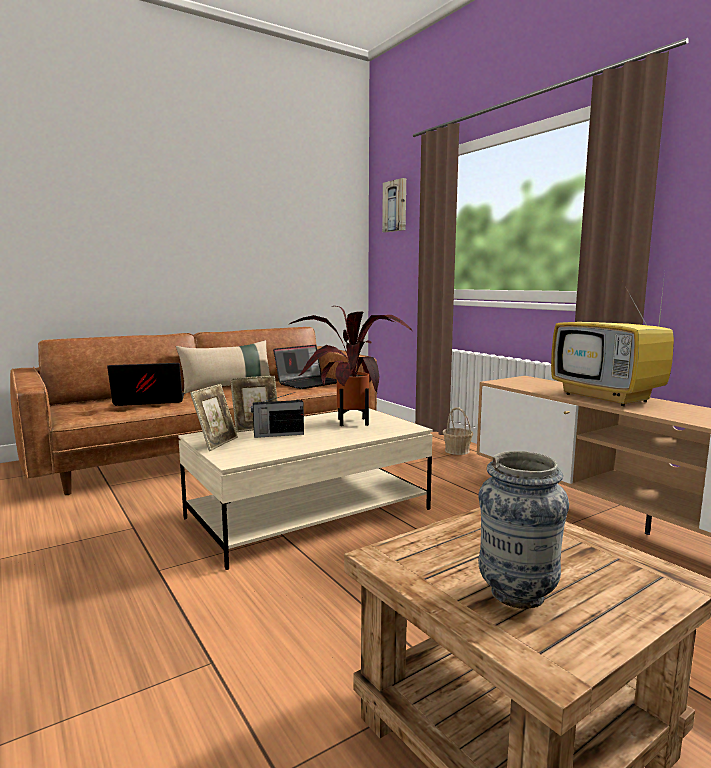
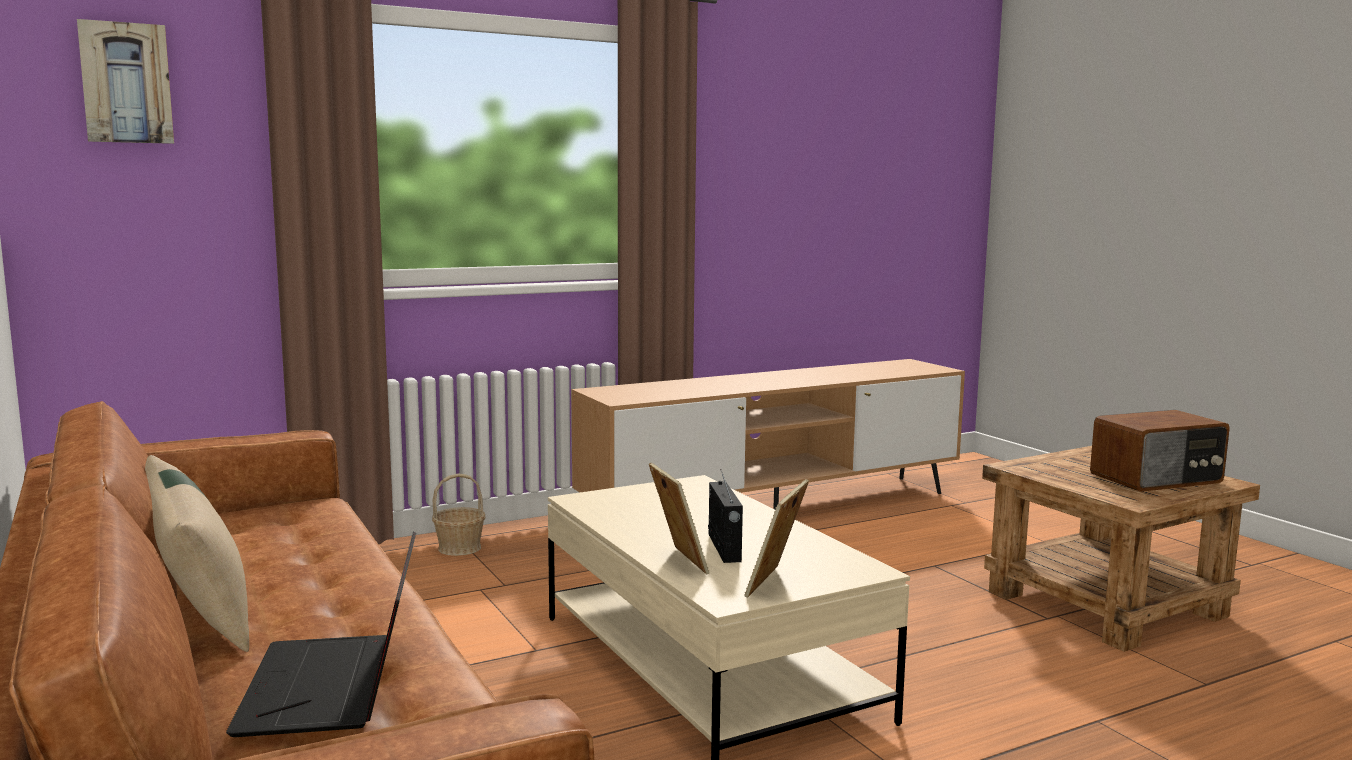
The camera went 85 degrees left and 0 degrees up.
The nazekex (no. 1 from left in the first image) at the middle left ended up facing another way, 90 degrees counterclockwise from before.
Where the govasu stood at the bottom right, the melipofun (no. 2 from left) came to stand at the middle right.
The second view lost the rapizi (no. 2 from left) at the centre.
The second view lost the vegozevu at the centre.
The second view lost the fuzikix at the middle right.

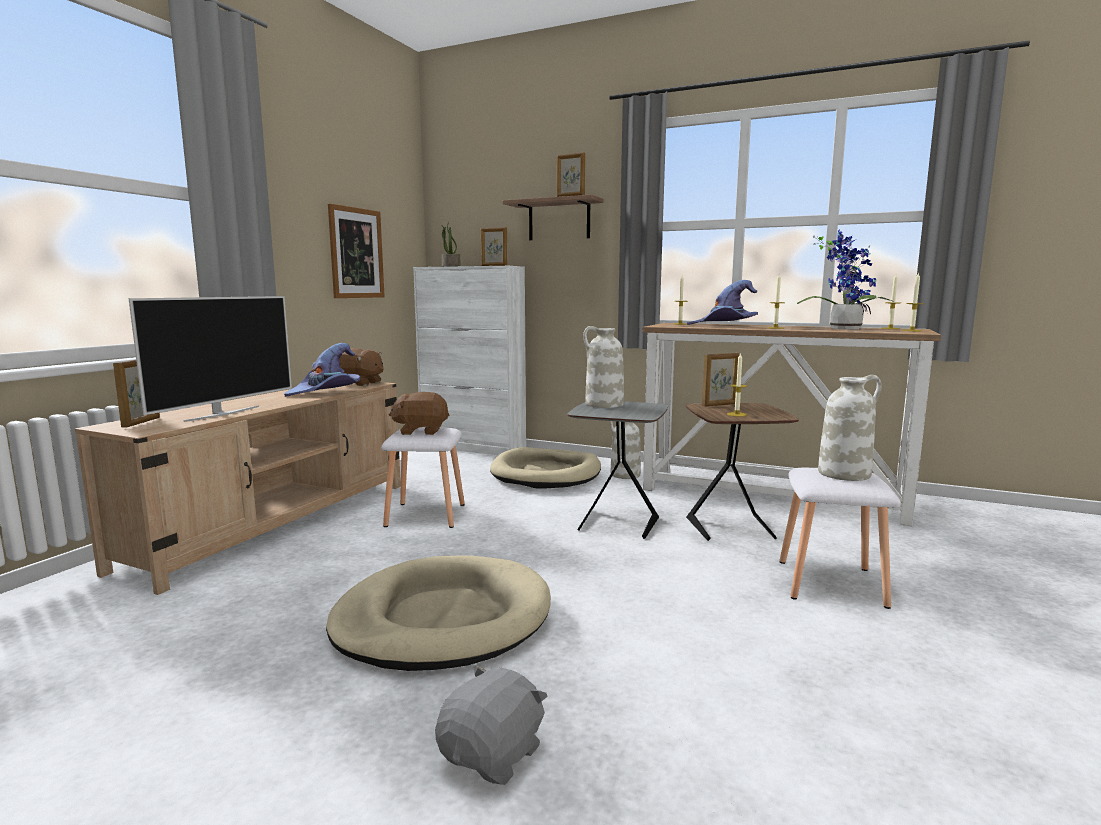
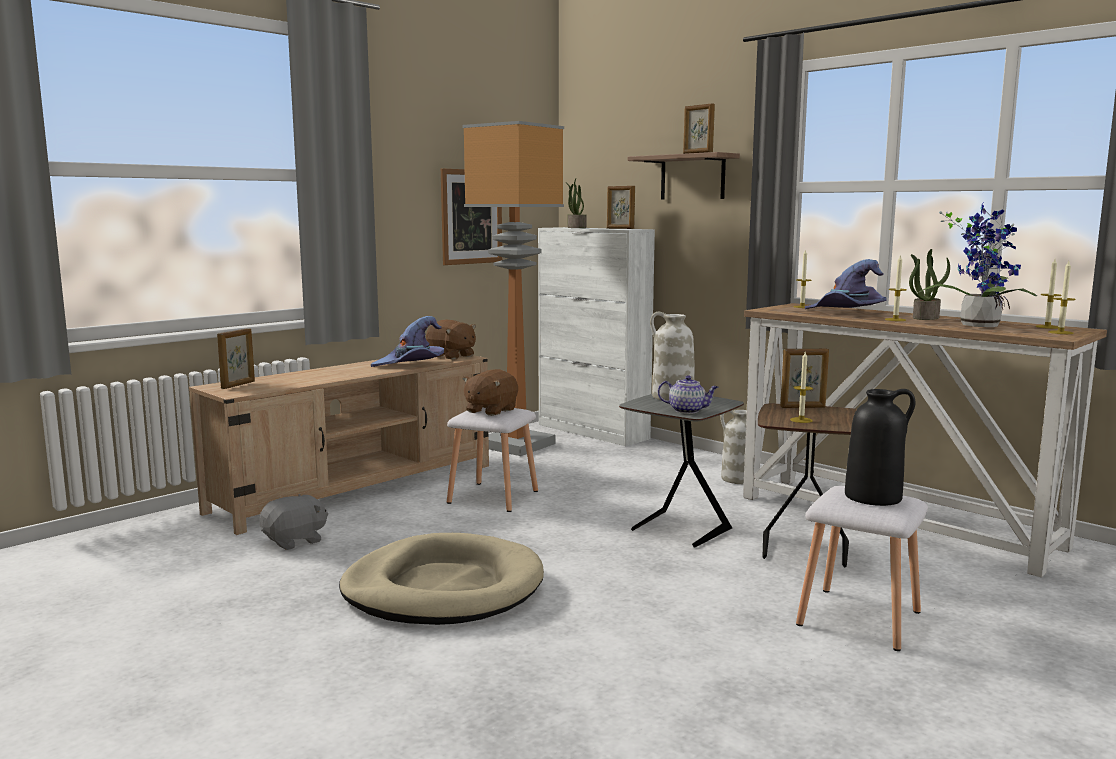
The camera went 20 degrees right and 0 degrees up.
The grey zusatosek ended up elsewhere, having gone from the bottom centre to the bottom left.
The second view gained the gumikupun at the centre.
The brown zusatosek (no. 2 from left) at the centre ended up facing another way, 75 degrees counterclockwise from before.
The second view gained the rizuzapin at the centre.
What was the white govasu (no. 3 from left) at the middle right turned into the black govasu at the middle right.
The second view gained the vegozevu (no. 2 from left) at the middle right.
The second view lost the fuzikix at the middle left.
The second view lost the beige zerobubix (no. 2 from left) at the centre.

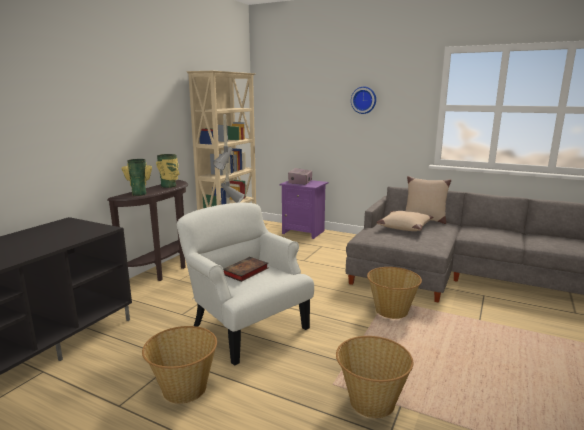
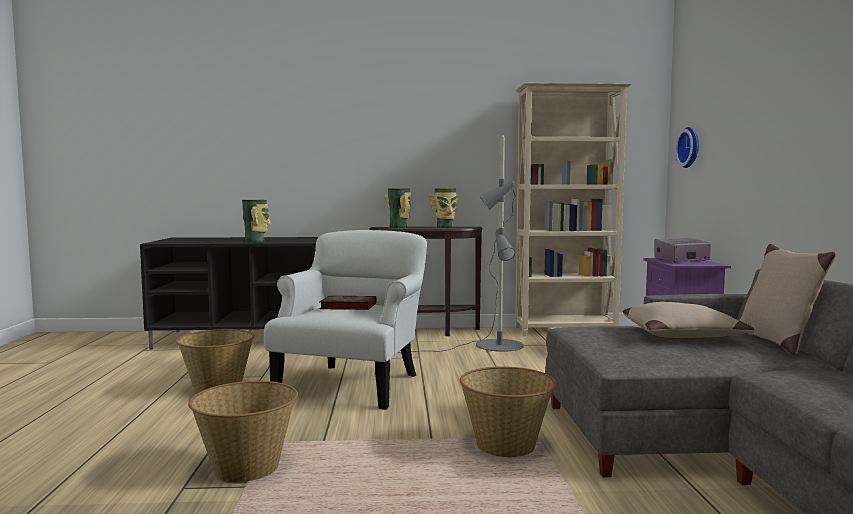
The camera went 60 degrees right and 10 degrees down.
The second view gained the govasu (no. 1 from left) at the middle left.
The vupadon ended up elsewhere, having gone from the top centre to the top right.

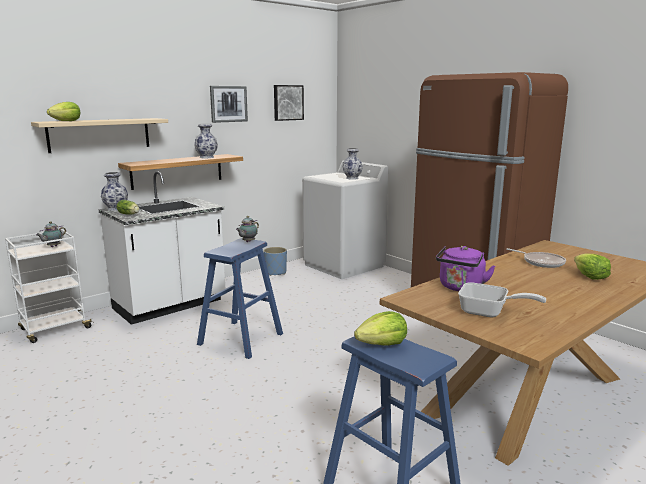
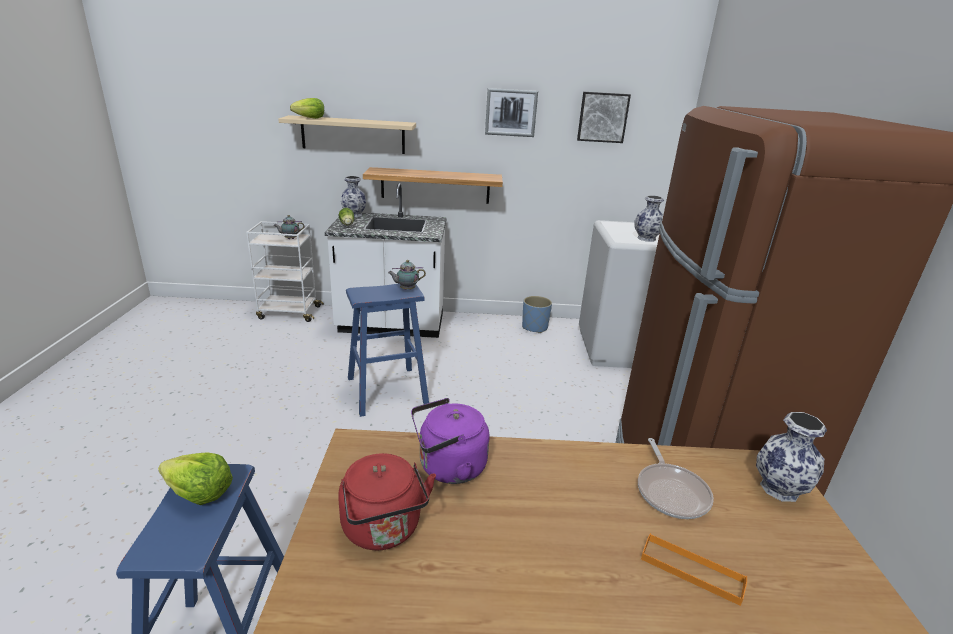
The camera went 40 degrees right and 10 degrees up.
Where the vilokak (no. 1 from left) stood at the middle right, the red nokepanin came to stand at the bottom centre.
Where the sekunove (no. 4 from left) stood at the middle right, the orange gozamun came to stand at the bottom right.
The govasu (no. 2 from left in the first image) ended up elsewhere, having gone from the top left to the bottom right.

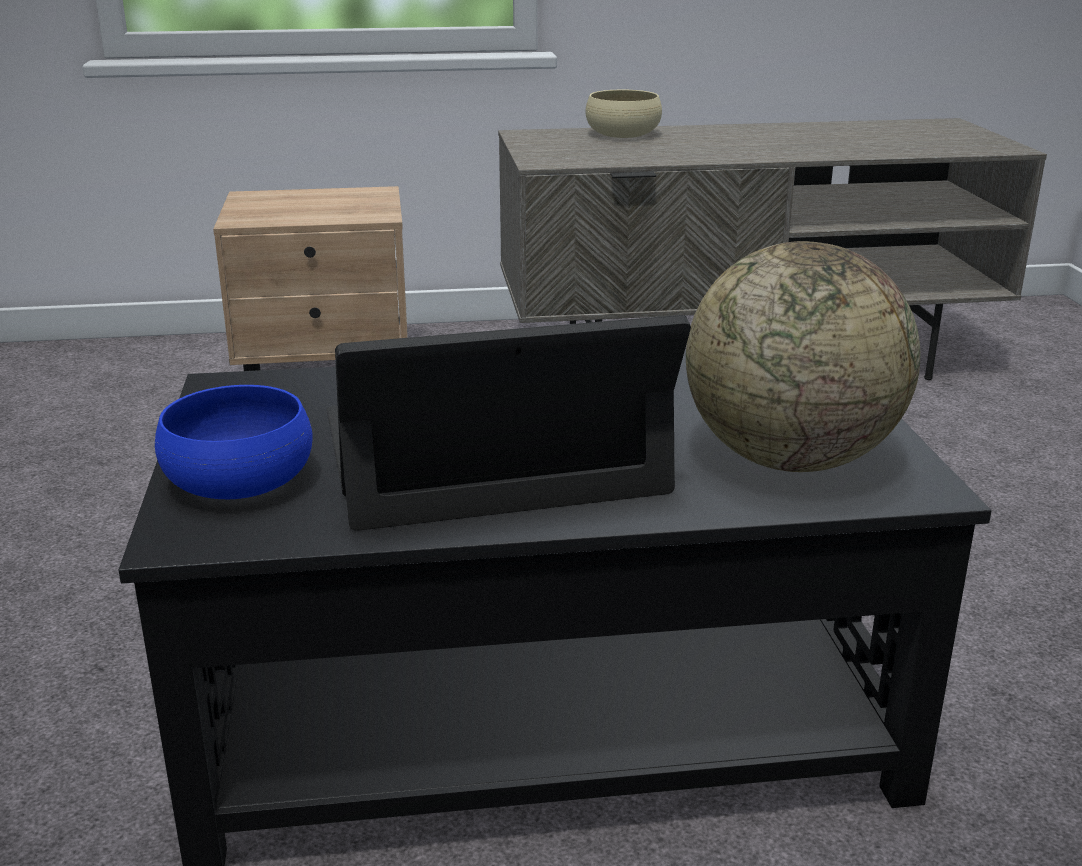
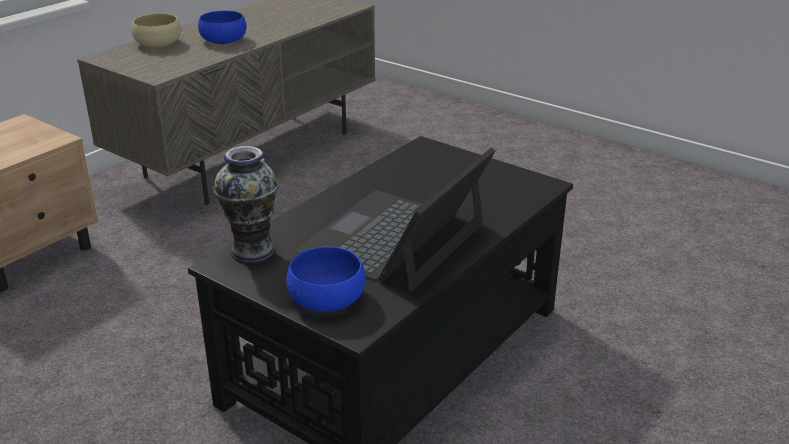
The camera went 45 degrees left and 5 degrees up.
The second view gained the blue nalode (no. 1 from left) at the top left.
The second view gained the govasu at the middle left.
The second view lost the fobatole at the middle right.

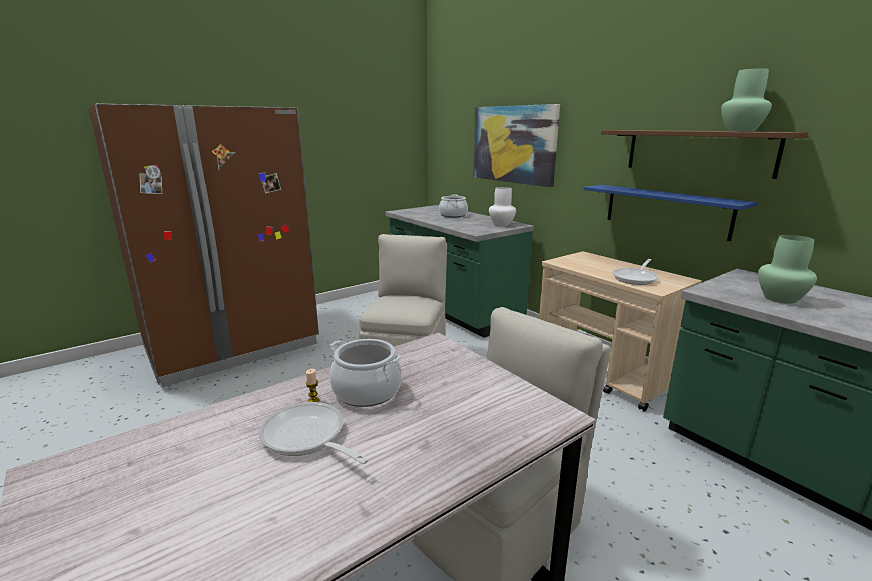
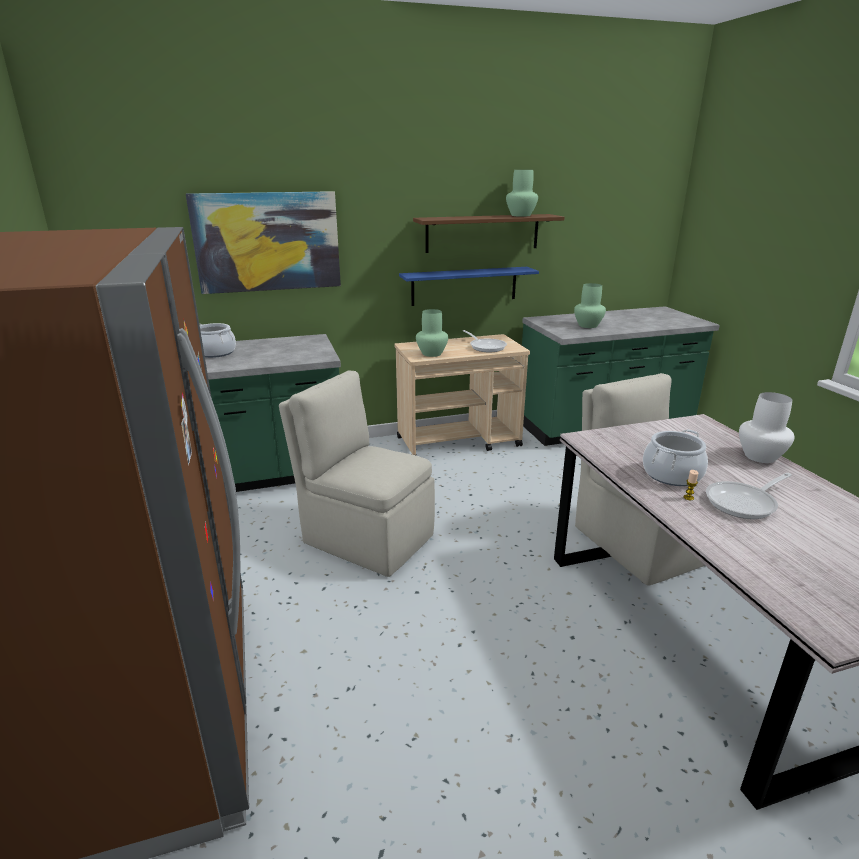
The camera went 70 degrees left and 5 degrees up.
The second view gained the green govasu (no. 1 from left) at the centre.
The white govasu ended up elsewhere, having gone from the centre to the middle right.

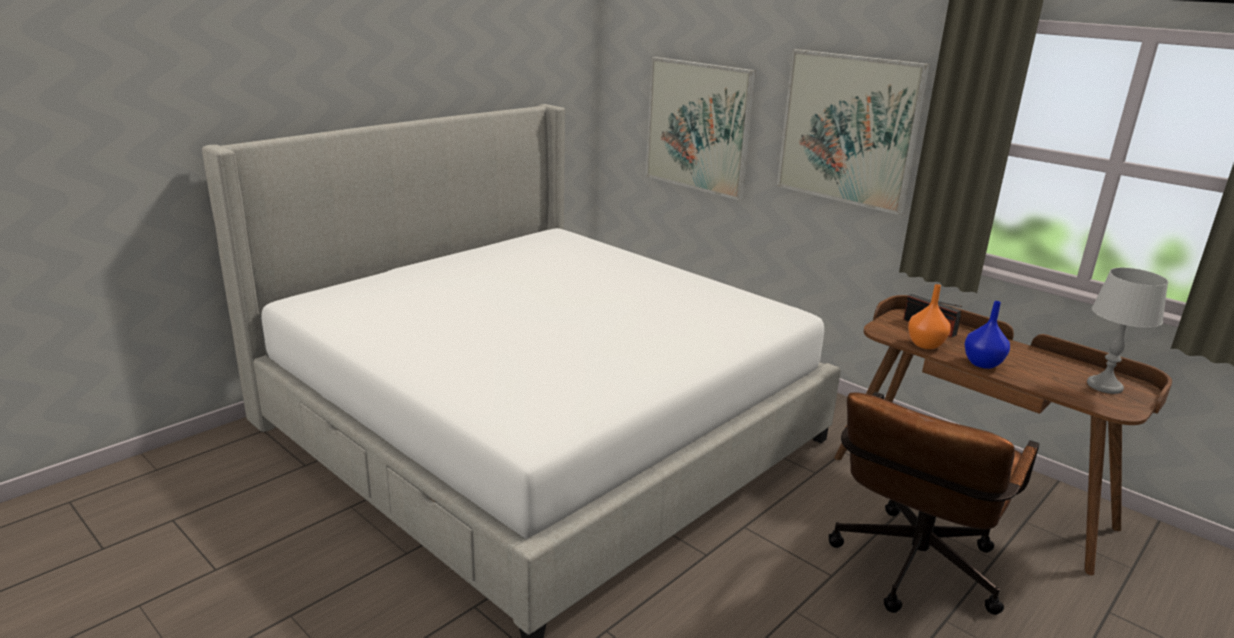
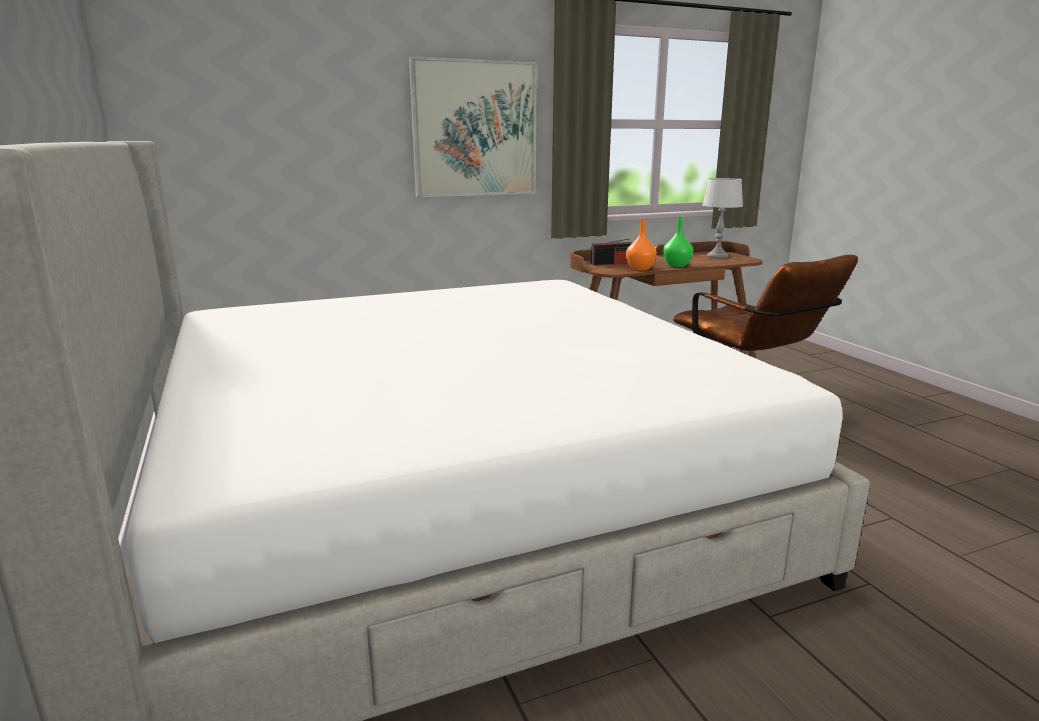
The camera went 65 degrees left and 5 degrees down.
What was the blue govasu at the middle right turned into the green govasu at the centre.
The second view lost the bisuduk (no. 1 from left) at the top centre.

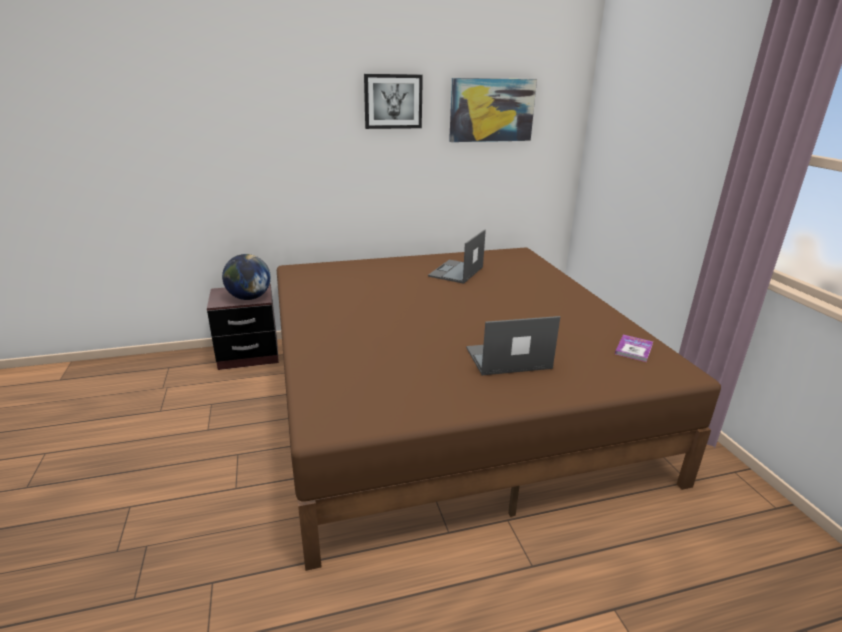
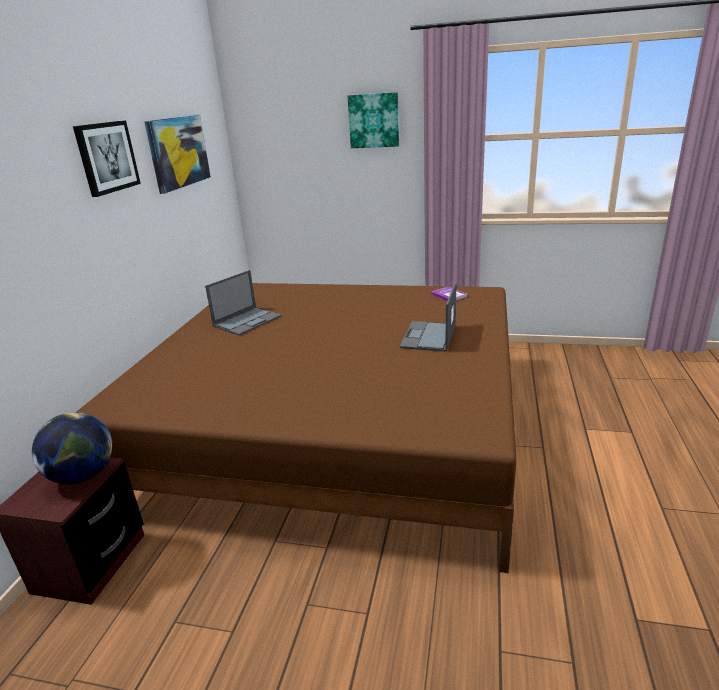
The camera went 60 degrees left and 0 degrees up.
The rapizi (no. 1 from left) at the centre ended up facing another way, 105 degrees counterclockwise from before.
The second view gained the bisuduk (no. 3 from left) at the top centre.

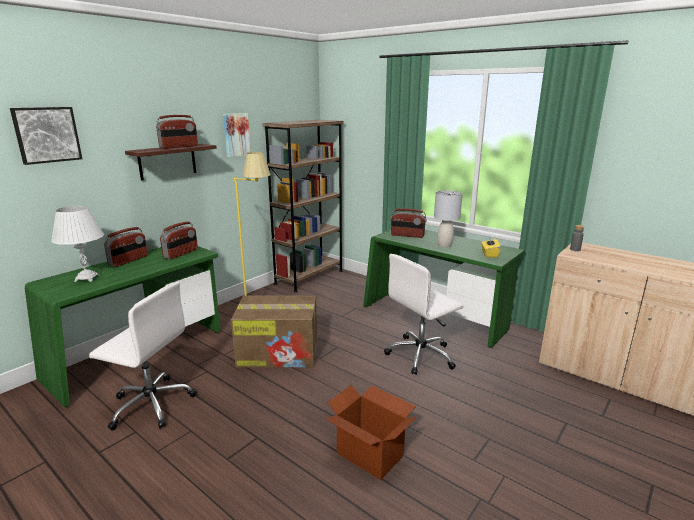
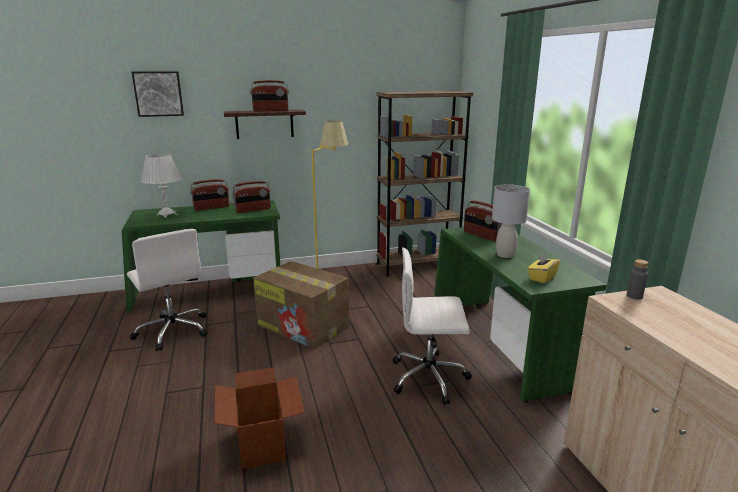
The camera went 35 degrees right and 0 degrees up.
The second view lost the bisuduk (no. 2 from left) at the top centre.

